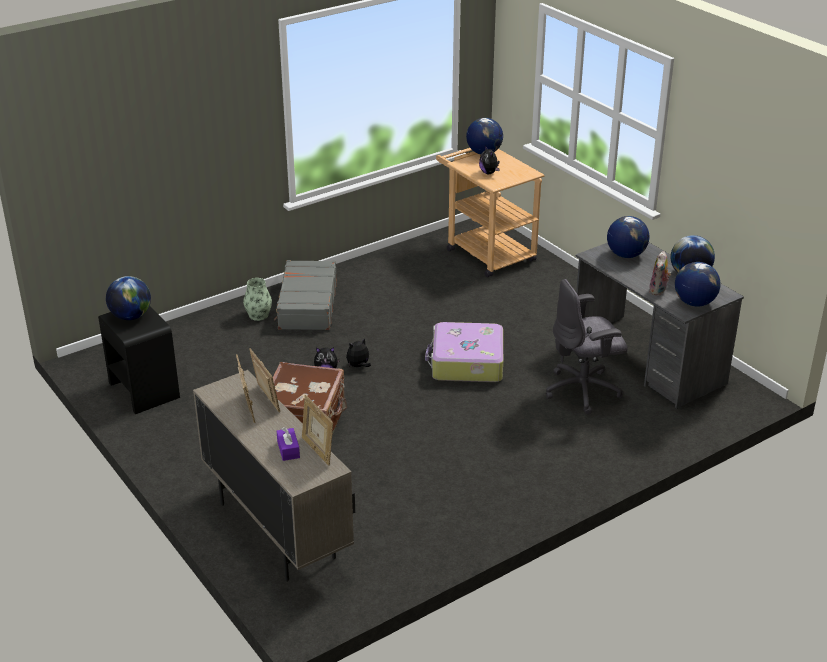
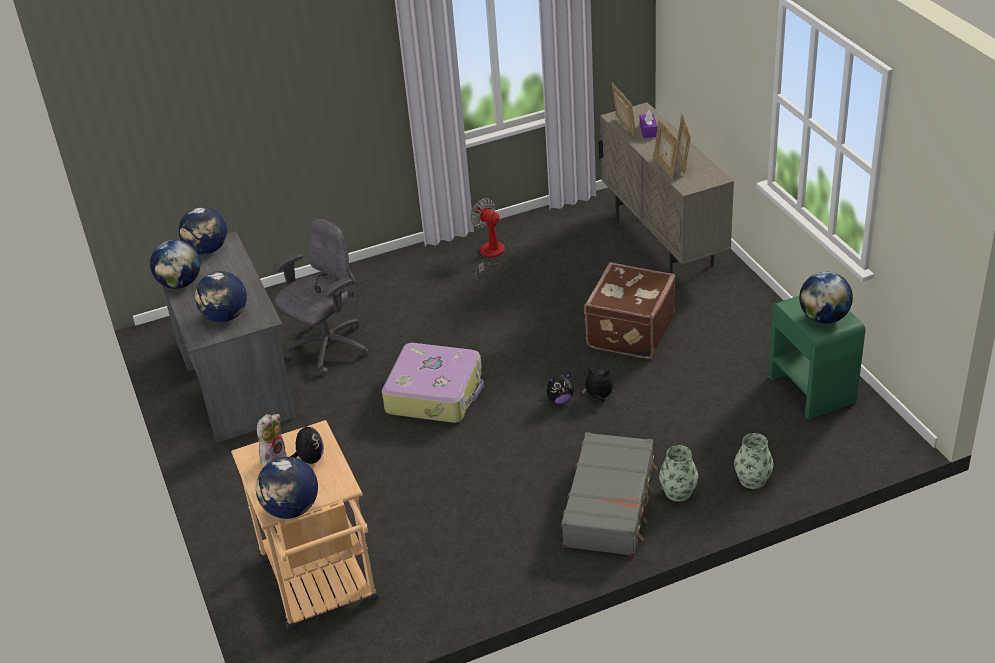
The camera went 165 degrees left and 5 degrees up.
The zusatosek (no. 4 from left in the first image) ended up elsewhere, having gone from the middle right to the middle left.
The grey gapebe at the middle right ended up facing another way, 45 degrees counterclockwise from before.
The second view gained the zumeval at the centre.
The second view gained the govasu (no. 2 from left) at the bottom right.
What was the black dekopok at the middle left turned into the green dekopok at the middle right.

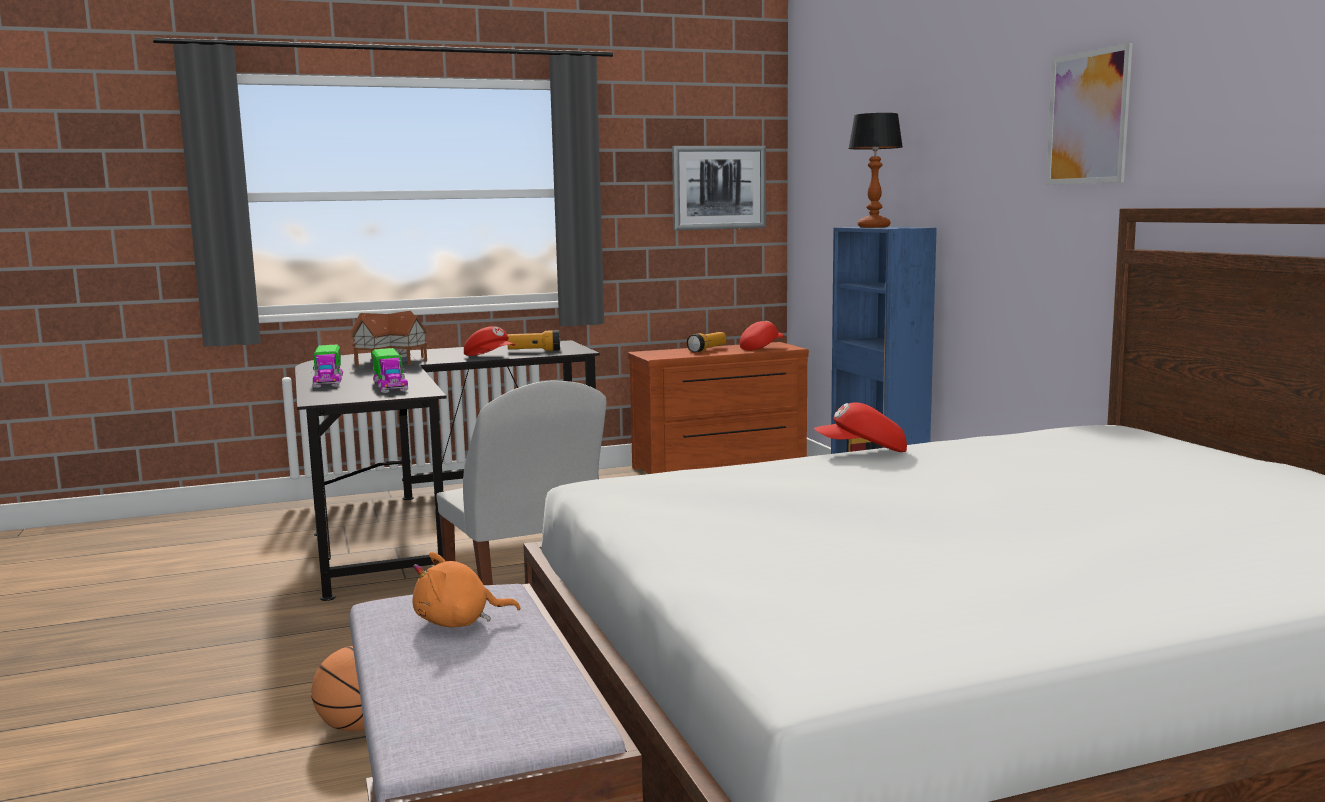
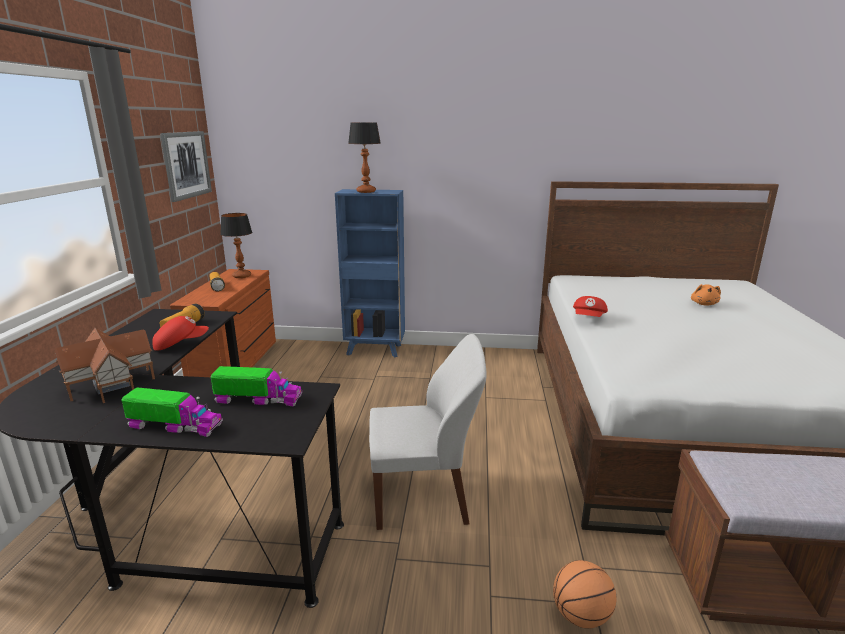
The camera went 65 degrees left and 10 degrees up.
Where the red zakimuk (no. 2 from left) stood at the centre, the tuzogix (no. 1 from left) came to stand at the middle left.
The orange zusatosek ended up elsewhere, having gone from the bottom centre to the middle right.
The second view lost the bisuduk (no. 2 from left) at the top right.

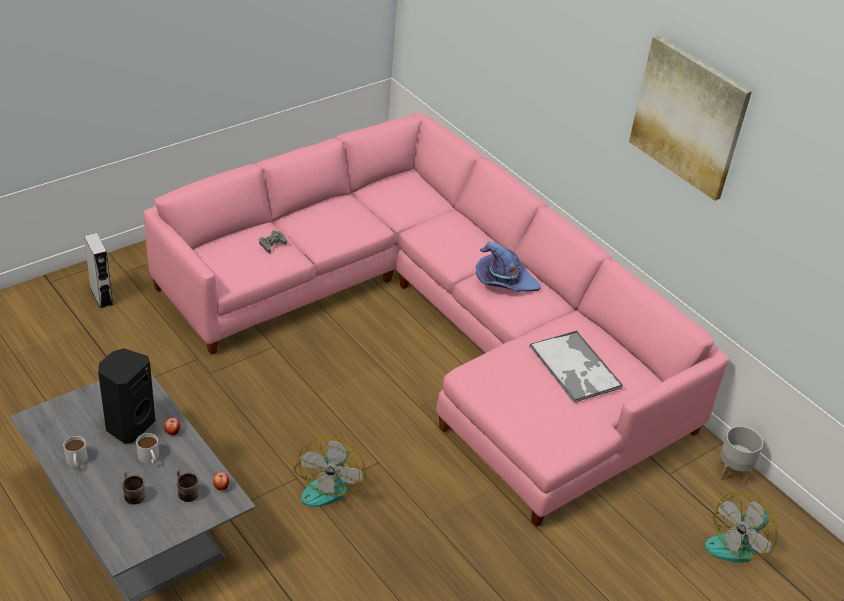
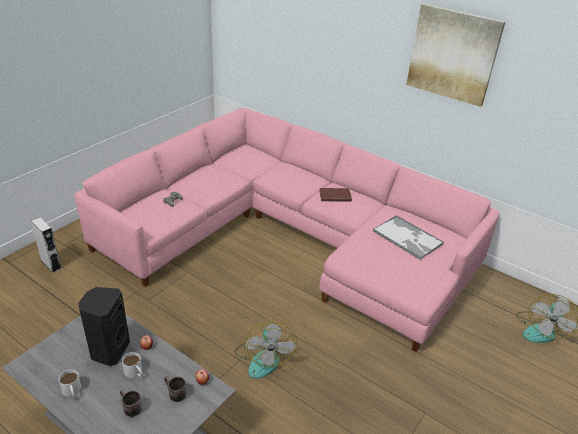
The camera went 15 degrees left and 5 degrees down.
Where the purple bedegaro stood at the centre, the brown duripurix came to stand at the centre.
The second view lost the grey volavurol at the bottom right.

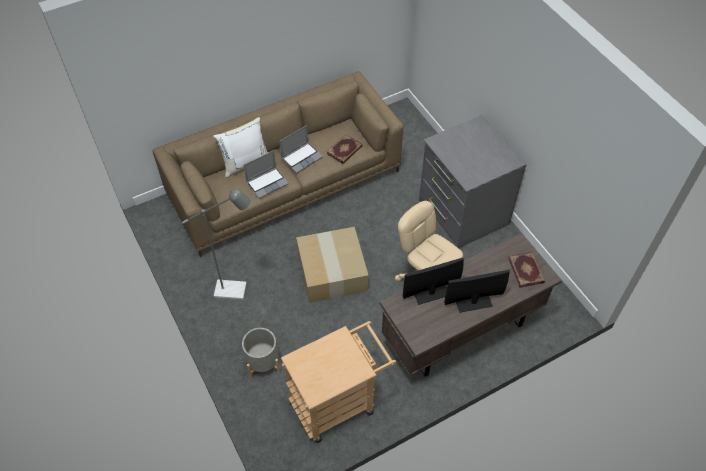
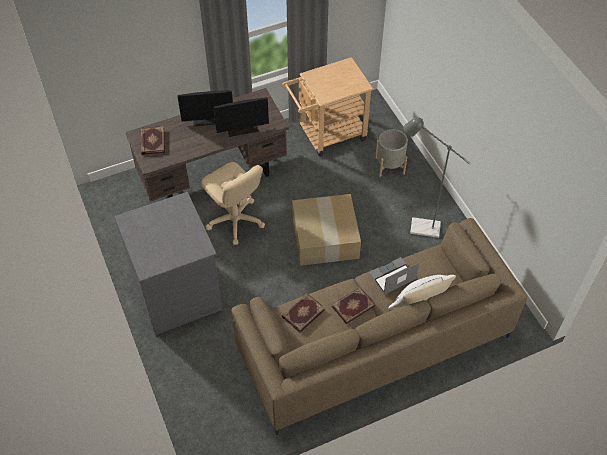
The camera went 175 degrees left and 0 degrees up.
Where the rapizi (no. 2 from left) stood at the top centre, the duripurix (no. 3 from left) came to stand at the bottom centre.

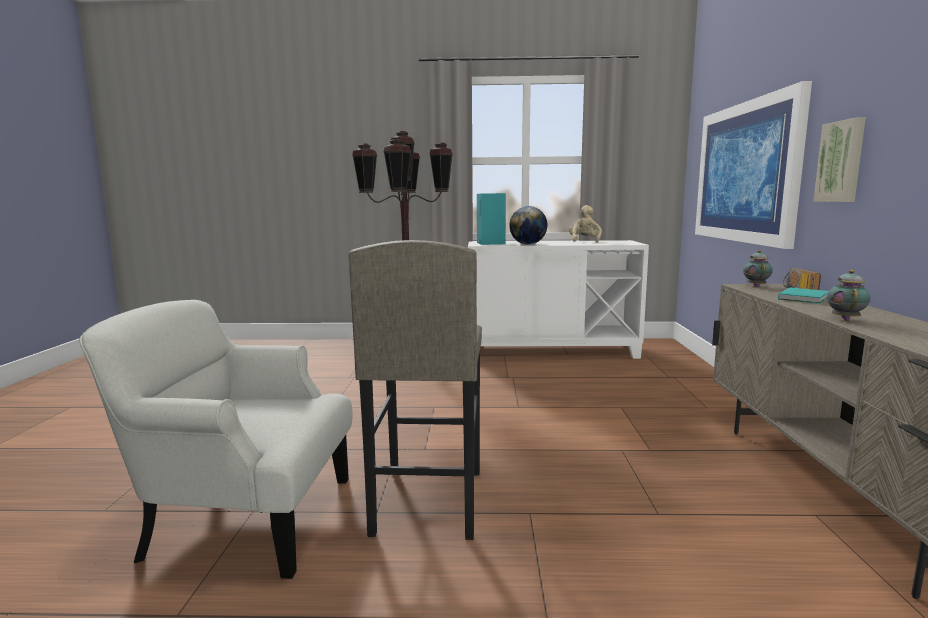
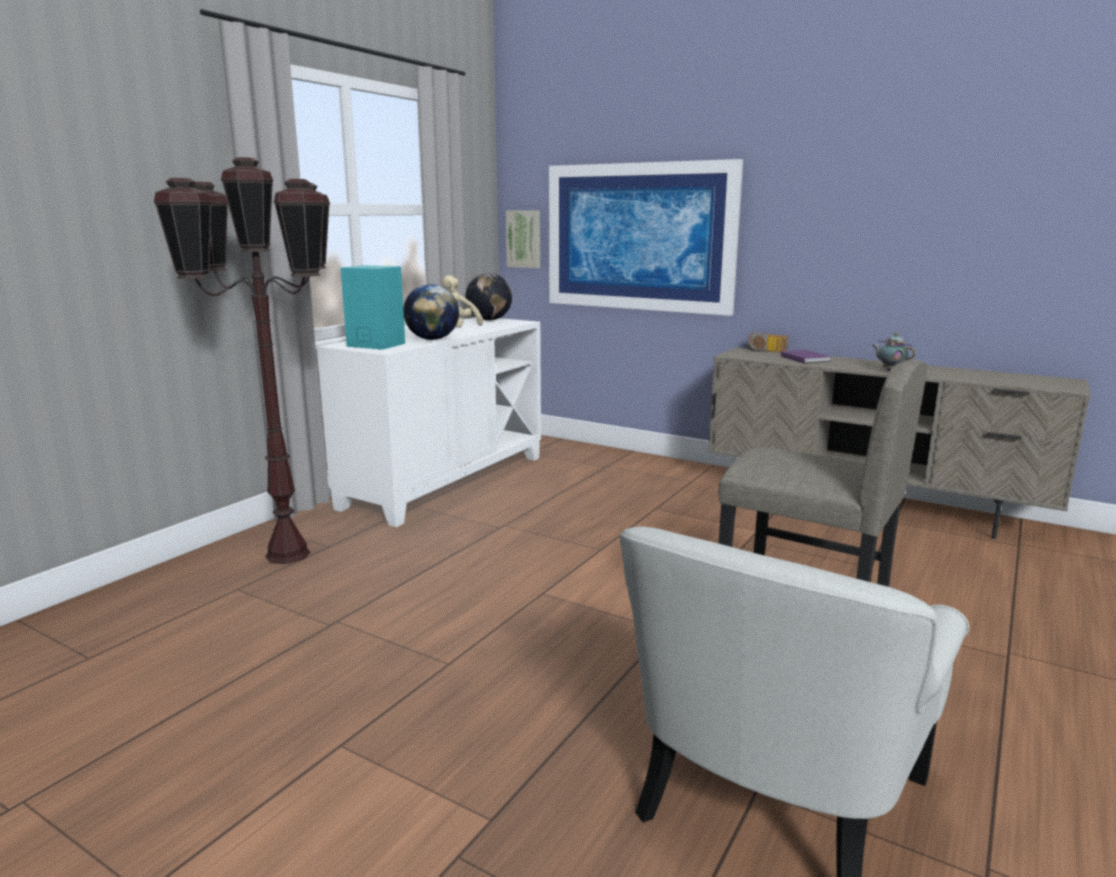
The camera went 60 degrees left and 5 degrees up.
The second view gained the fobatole (no. 2 from left) at the centre.
The bisuduk (no. 2 from left in the first image) ended up elsewhere, having gone from the top right to the top centre.
What was the turquoise duripurix at the middle right turned into the purple duripurix at the middle right.
The second view lost the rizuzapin (no. 1 from left) at the middle right.

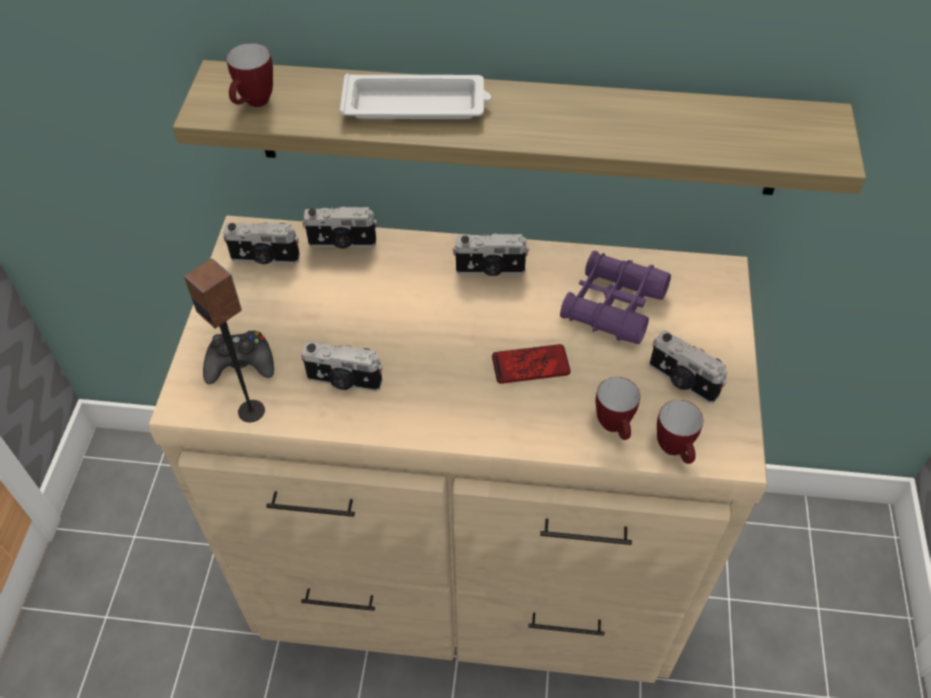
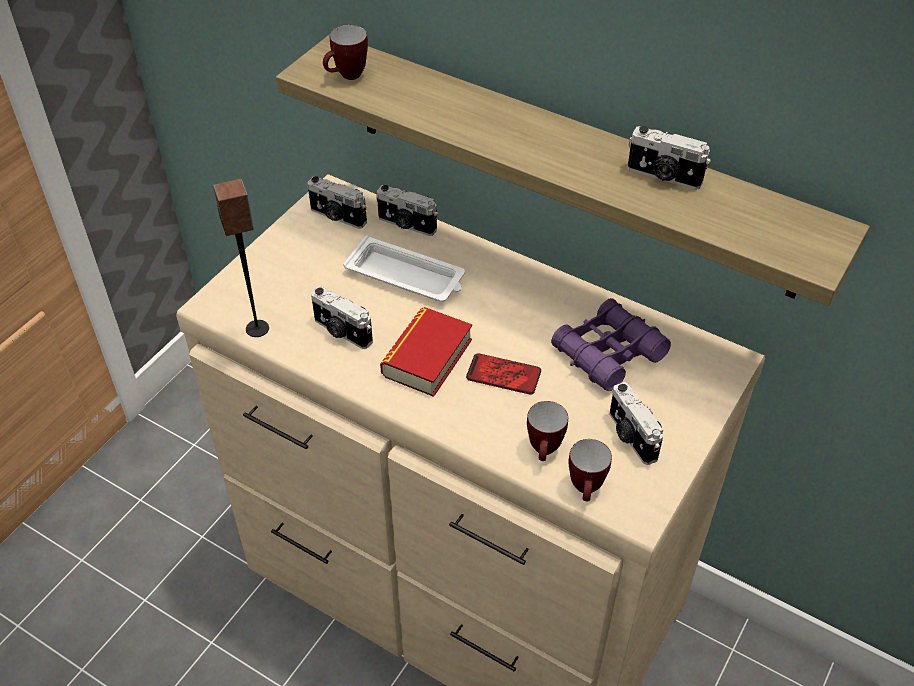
The camera went 25 degrees right and 5 degrees down.
The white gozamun ended up elsewhere, having gone from the top centre to the centre.
The second view gained the duripurix at the centre.
The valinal (no. 4 from left in the first image) ended up elsewhere, having gone from the centre to the top right.
The second view lost the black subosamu at the middle left.

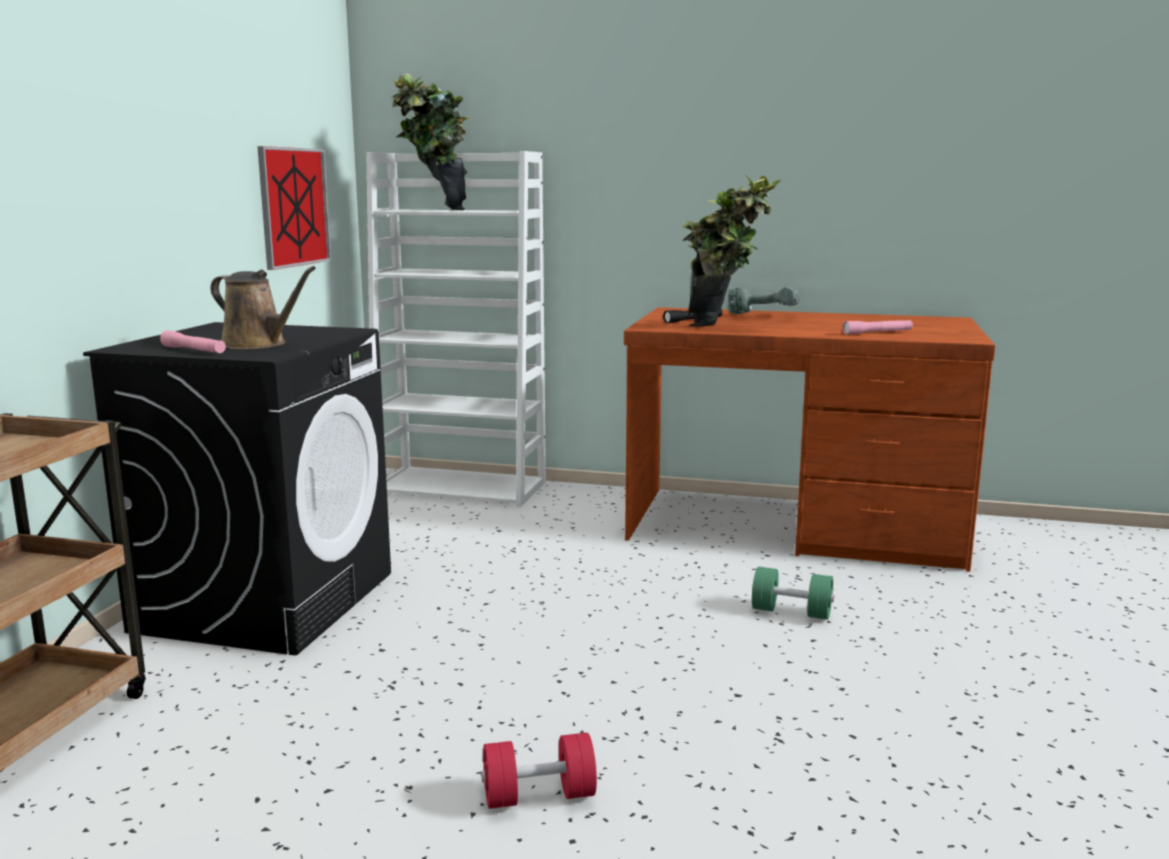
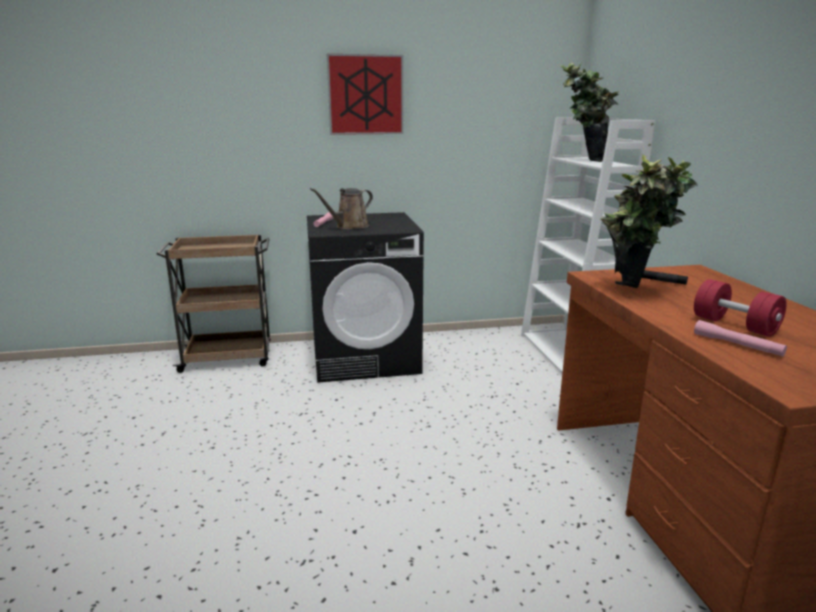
The camera went 65 degrees right and 5 degrees up.
The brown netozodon at the middle left ended up facing another way, 45 degrees clockwise from before.
The bisuduk ended up elsewhere, having gone from the top left to the top centre.
The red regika ended up elsewhere, having gone from the bottom centre to the middle right.
The second view lost the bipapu at the centre.
The second view lost the green regika at the bottom right.

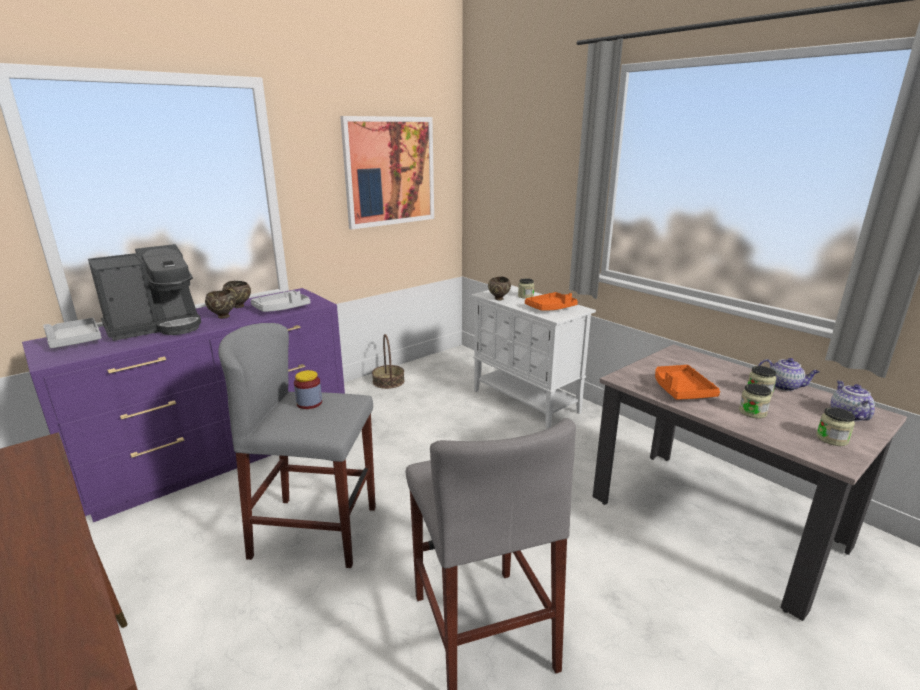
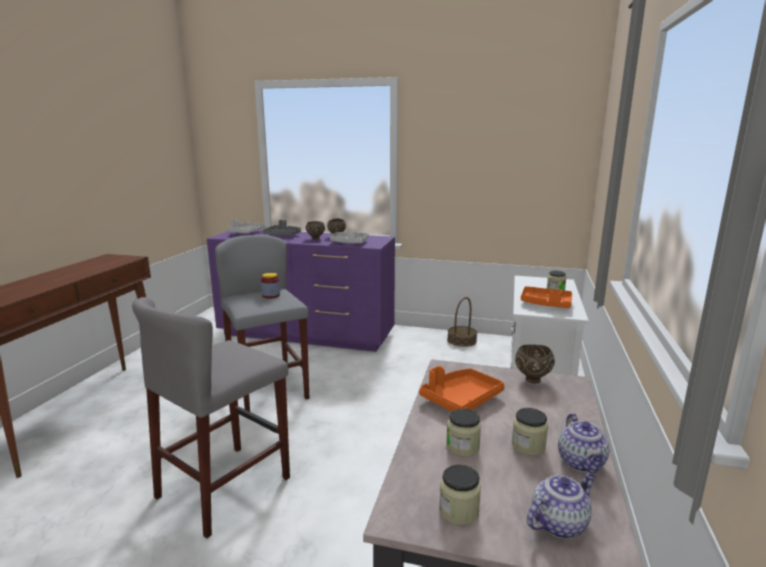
The camera went 55 degrees right and 5 degrees down.
Where the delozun stood at the middle left, the grey gozamun (no. 2 from left) came to stand at the centre.
The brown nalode (no. 3 from left) ended up elsewhere, having gone from the centre to the middle right.
The second view lost the bisuduk at the top centre.

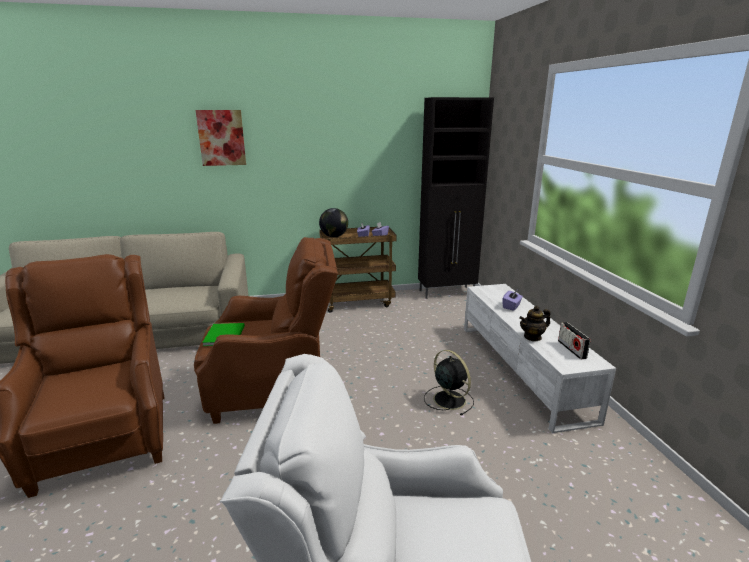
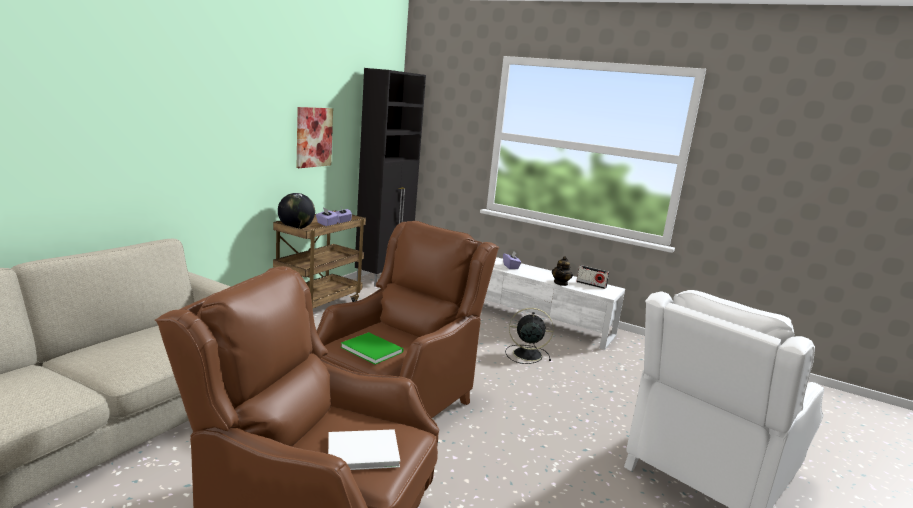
The camera went 50 degrees left and 5 degrees down.
The bisuduk ended up elsewhere, having gone from the top left to the top centre.
The second view gained the white duripurix at the bottom centre.

